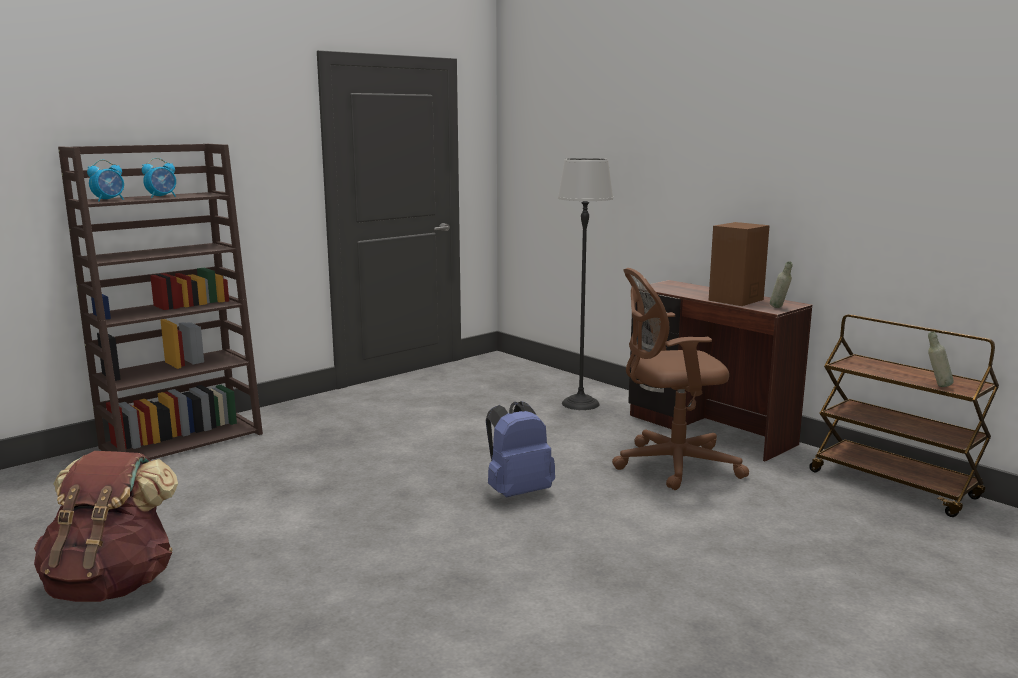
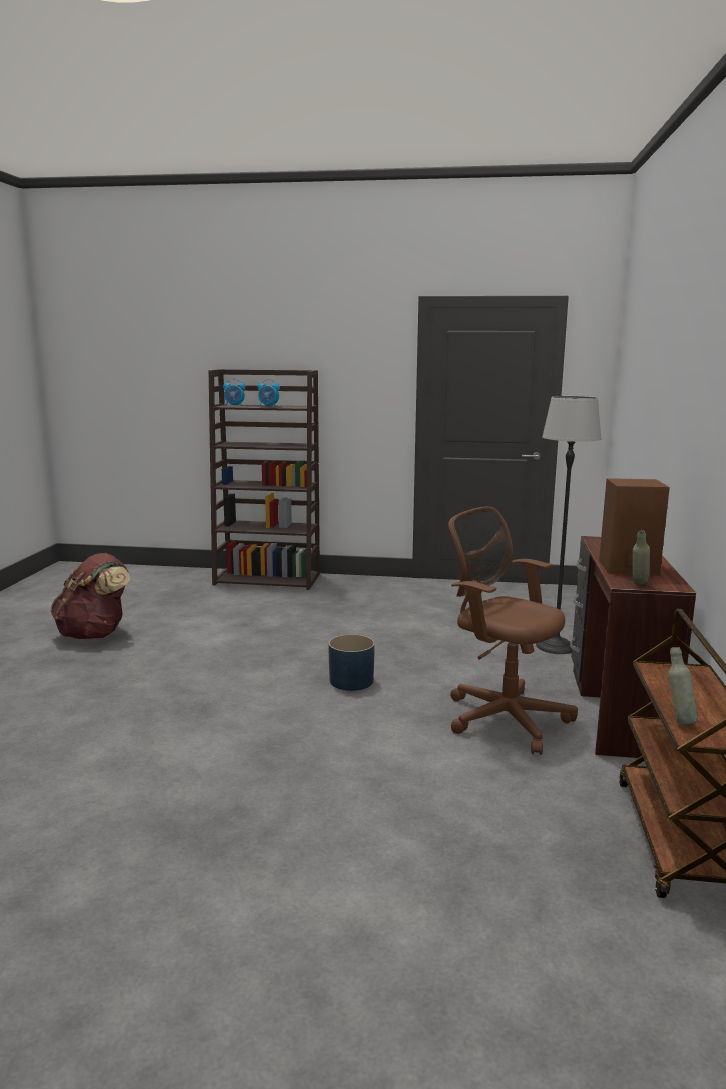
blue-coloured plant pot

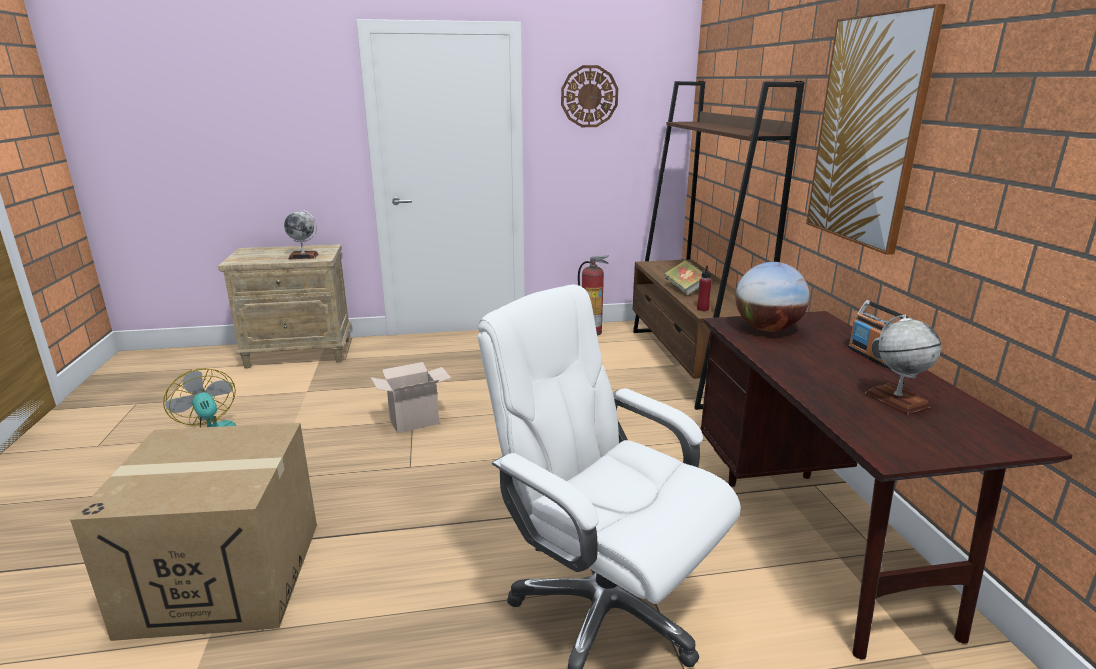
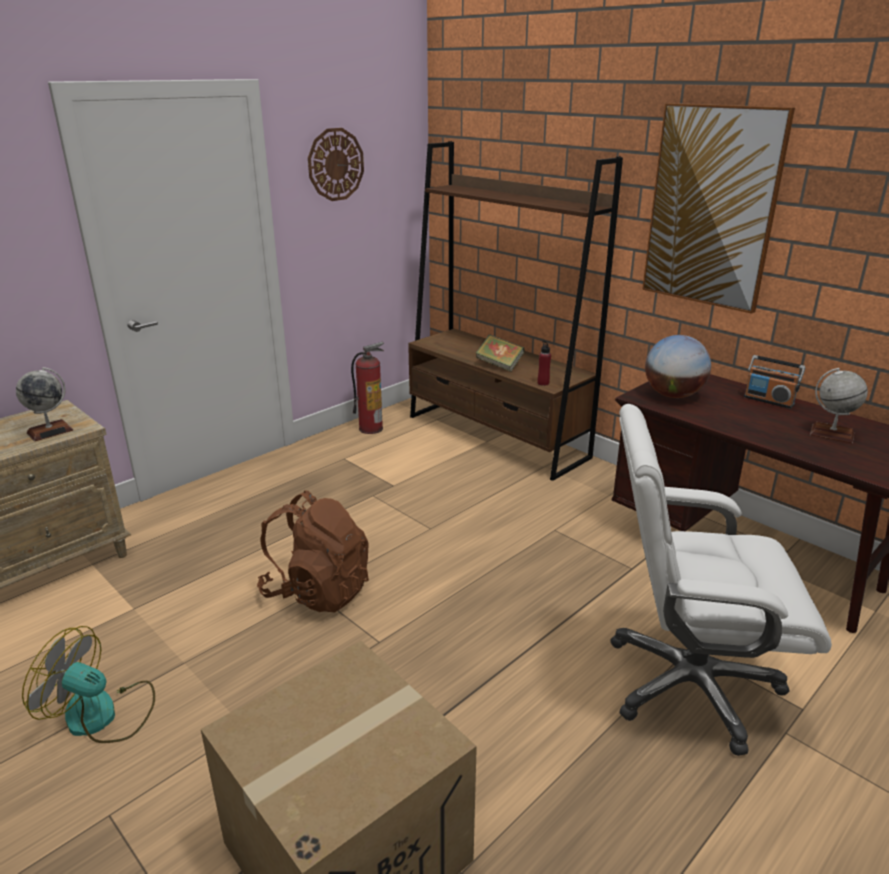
brown-coloured rucksack

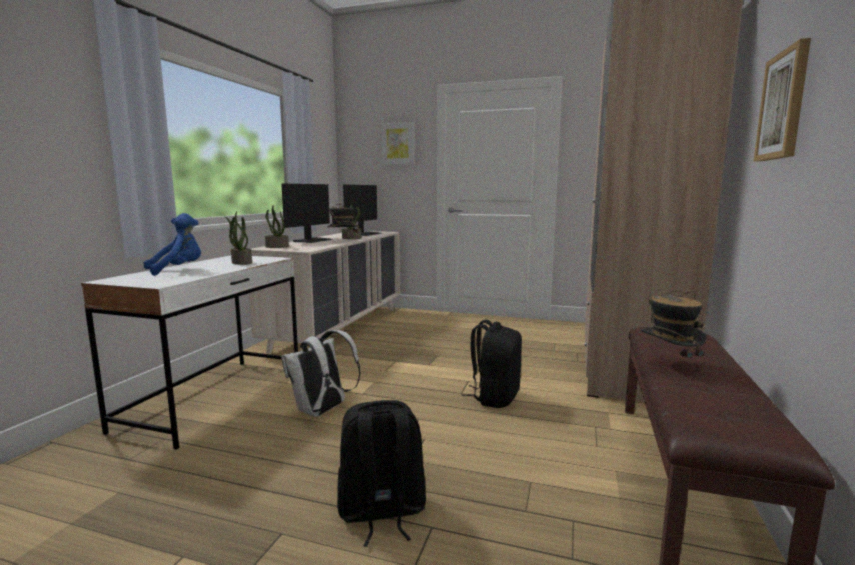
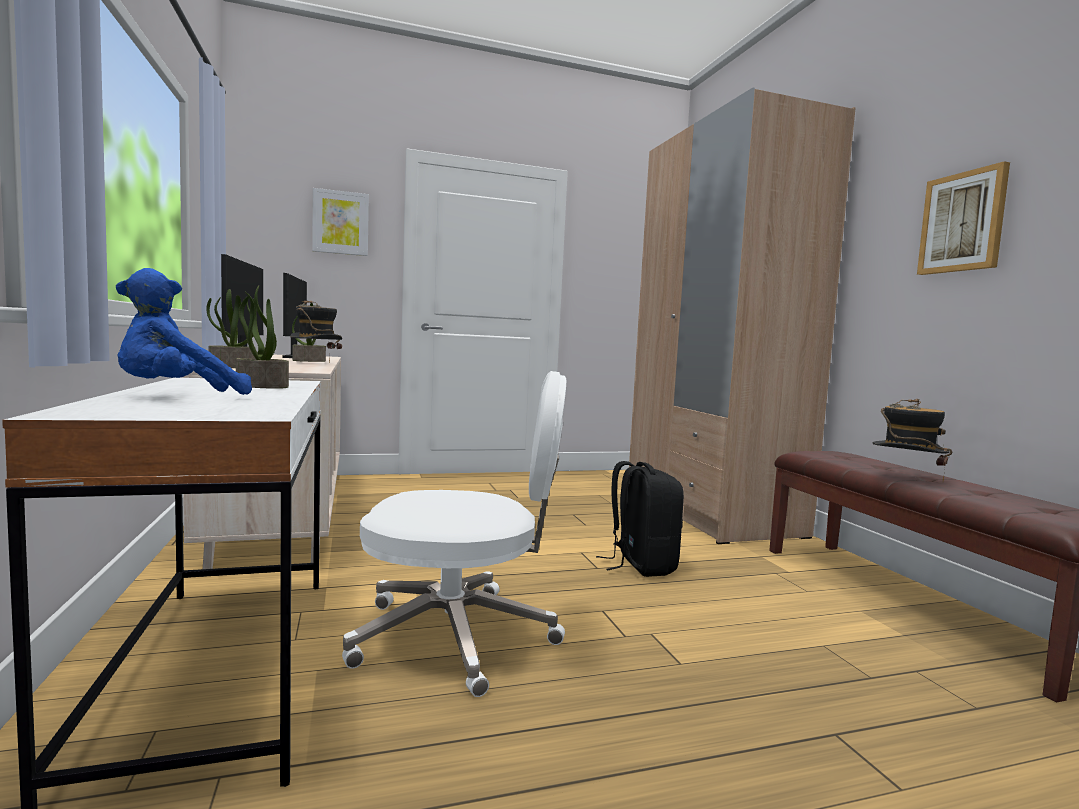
blue-coloured soft toy
white-coloured computer chair
blackish rucksack (no. 1 from left in the first image)

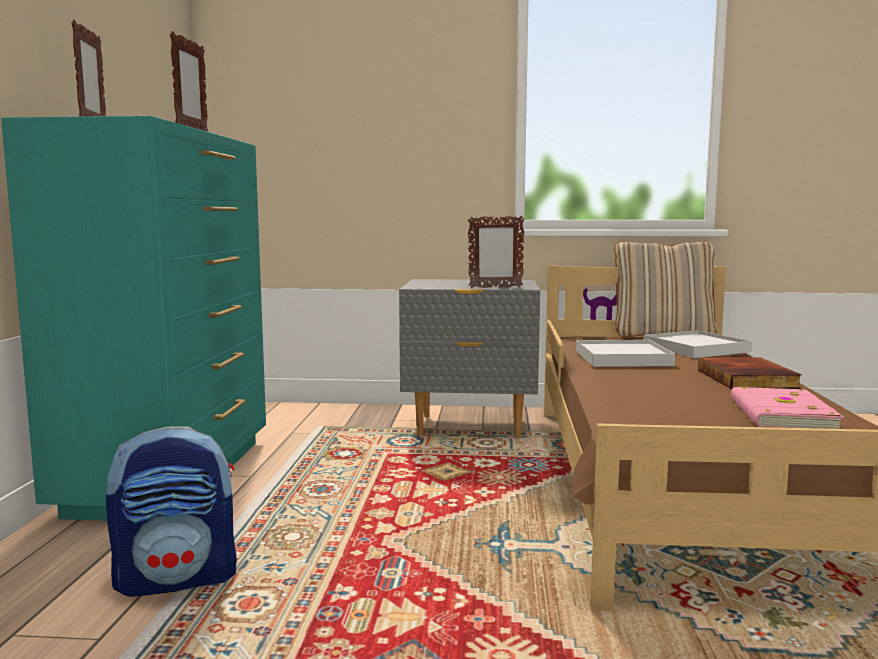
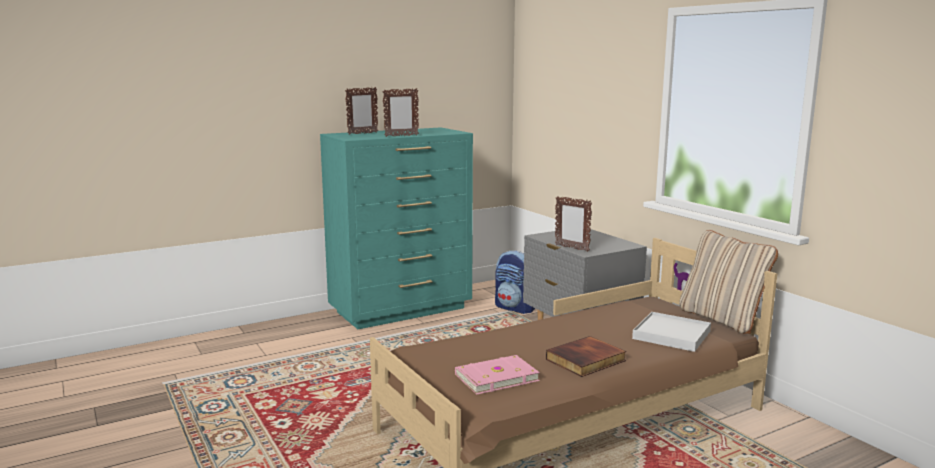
rucksack
white-coloured carrying tray (no. 1 from left in the first image)

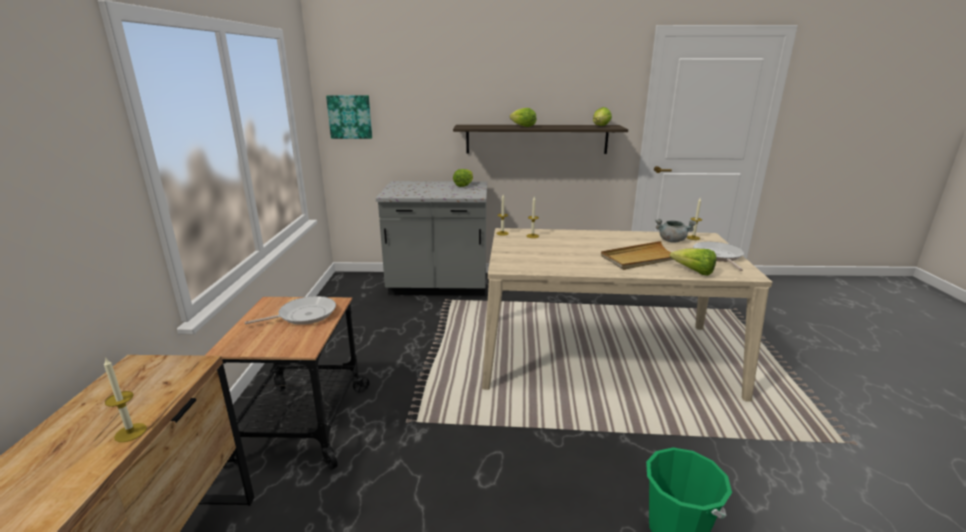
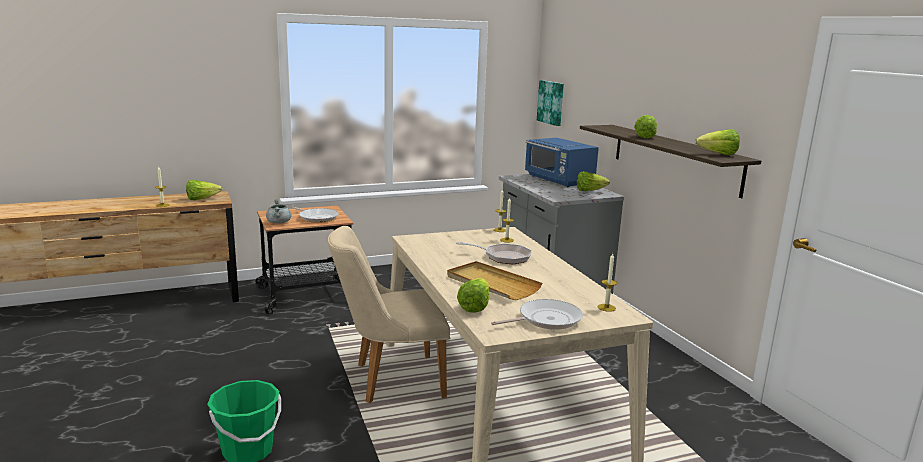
grey stockpot
lettuce (no. 1 from left)
sand-coloured plain chair
skillet (no. 2 from left)
blue-coloured kitchen microwave

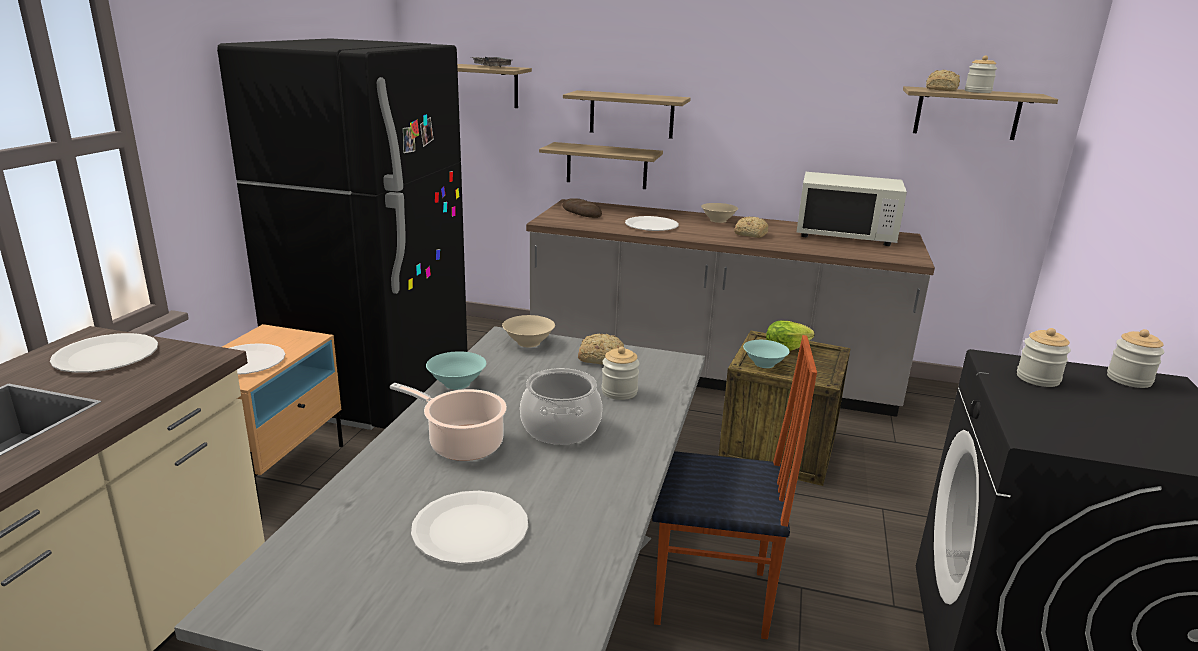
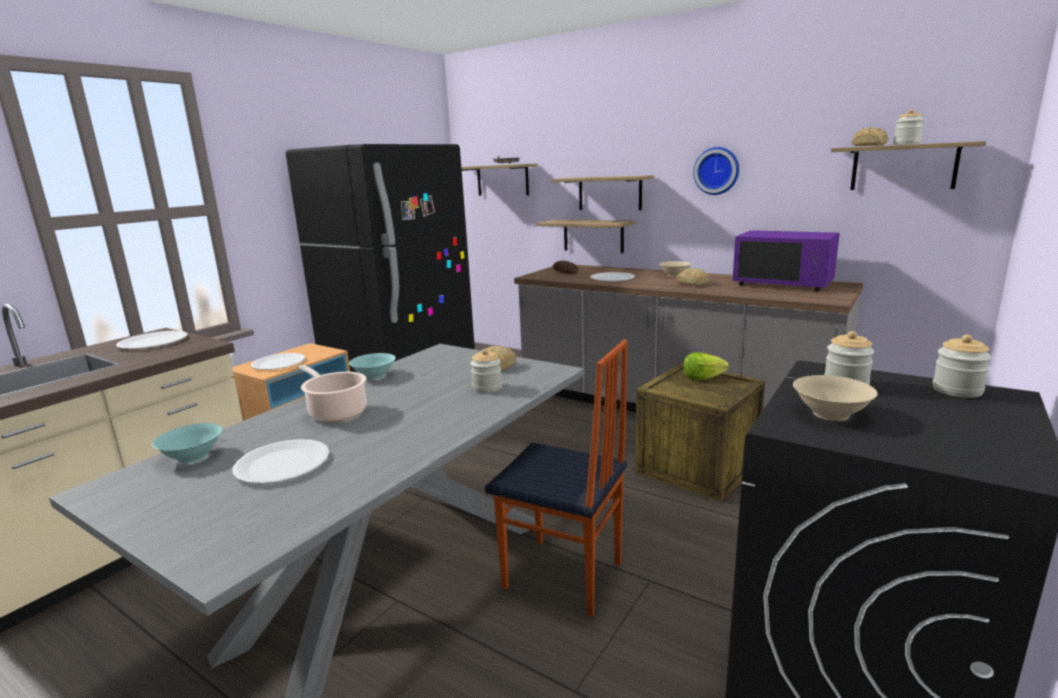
sand-coloured serving bowl (no. 2 from left)
stockpot (no. 2 from left in the first image)
turquoise serving bowl (no. 1 from left)
purple-coloured kitchen microwave
clock on the wall

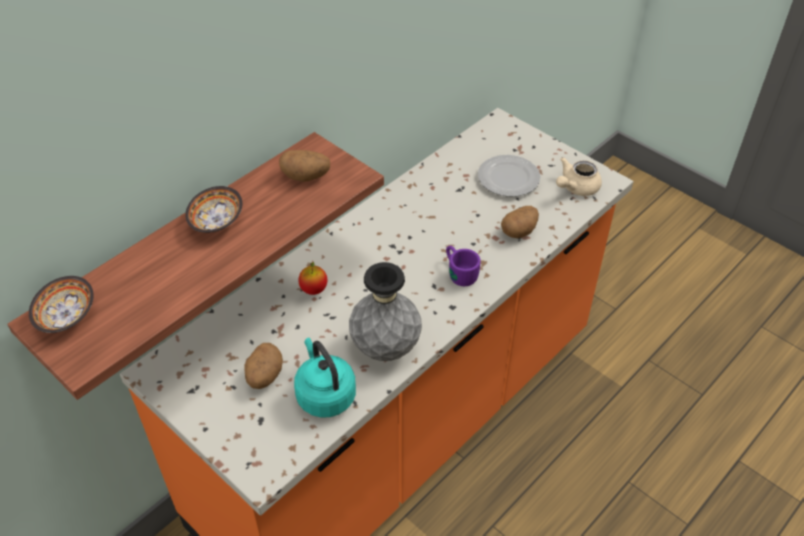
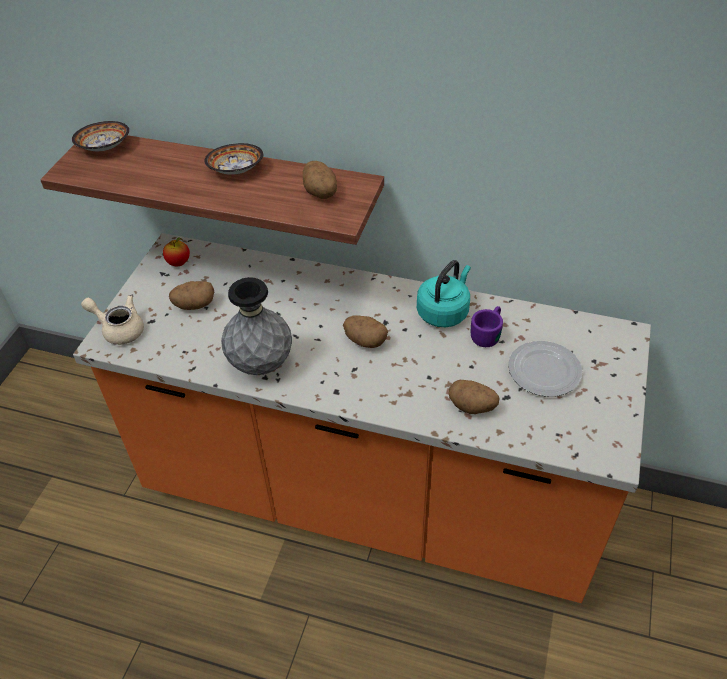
turquoise water kettle
apple
purple-coloured tea mug
sand-coloured tea pot
whole potato (no. 3 from left)

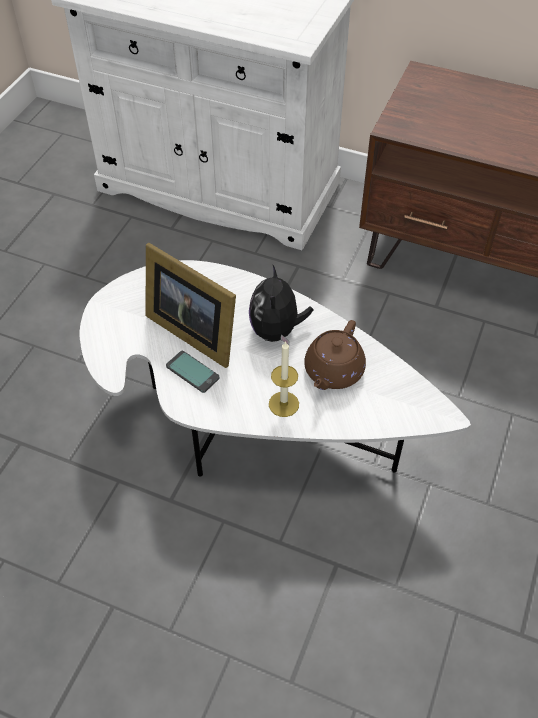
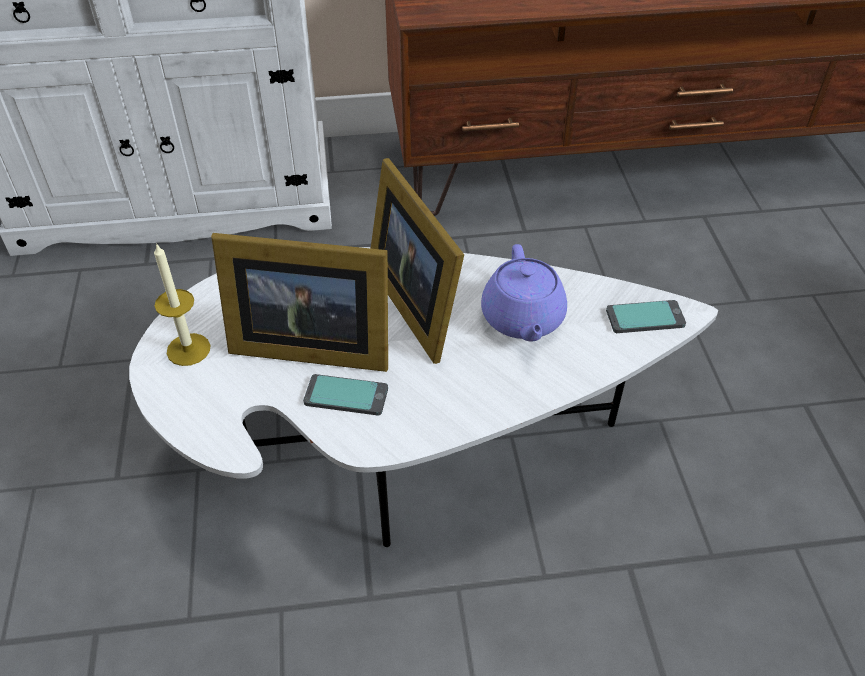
picture frame (no. 2 from left)
wax light
purple-coloured tea pot
handset (no. 2 from left)

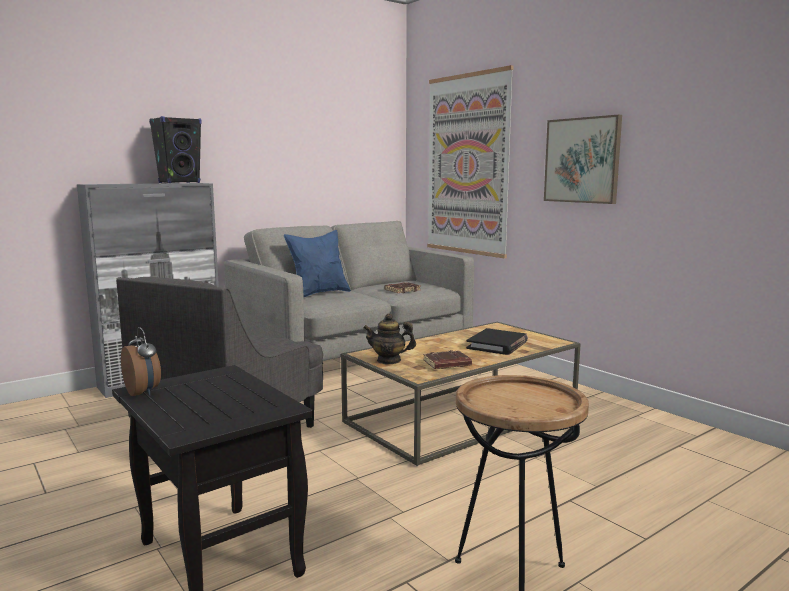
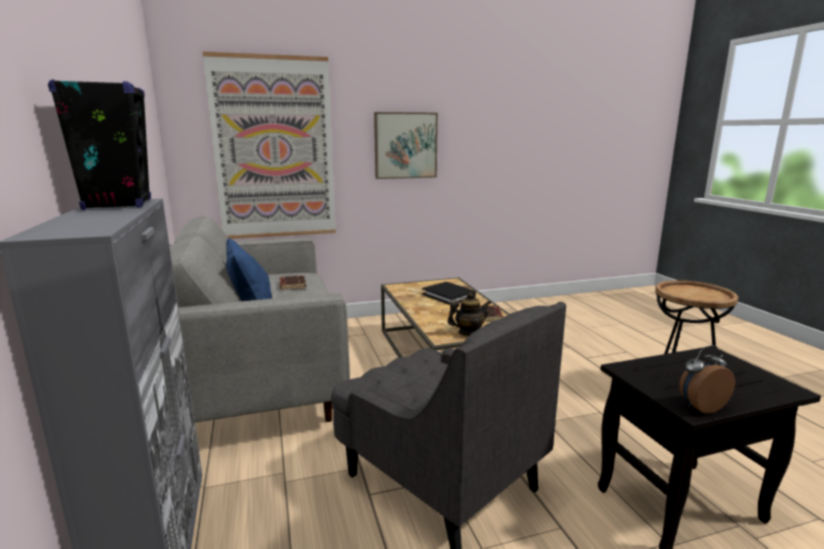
tea pot

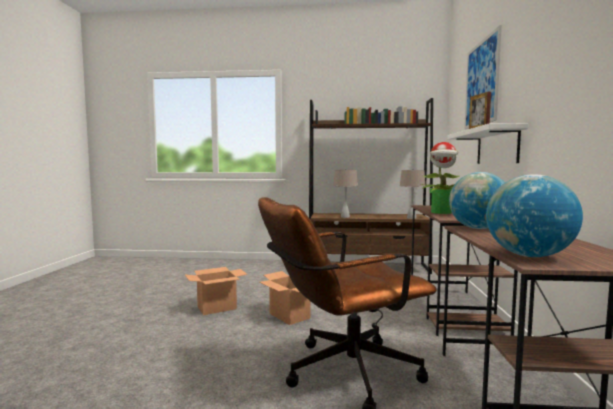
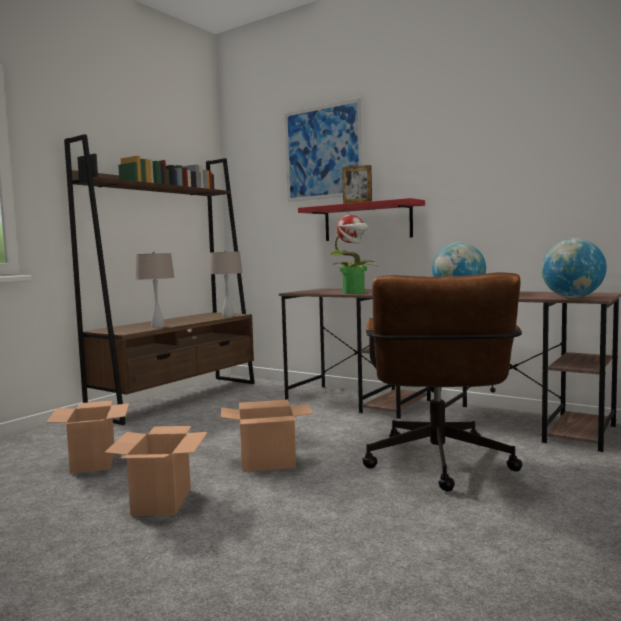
red-coloured bracket shelf
carton (no. 1 from left)

